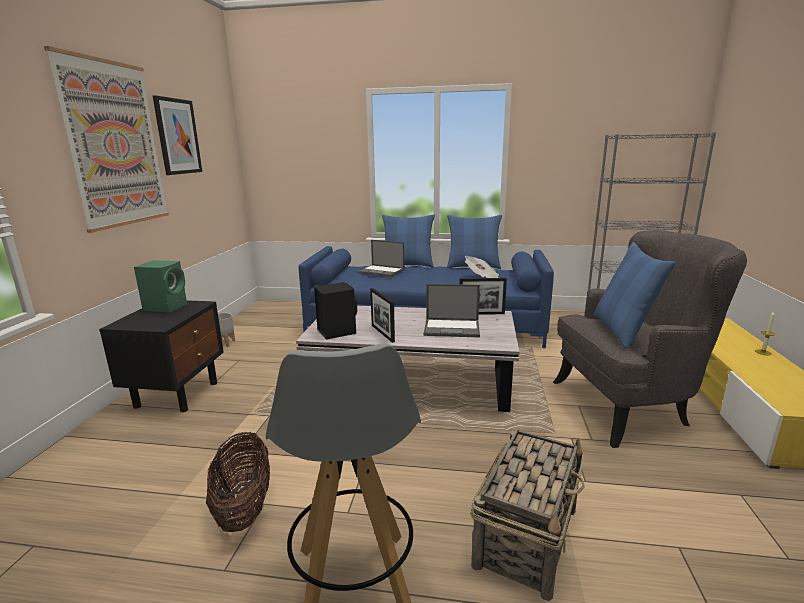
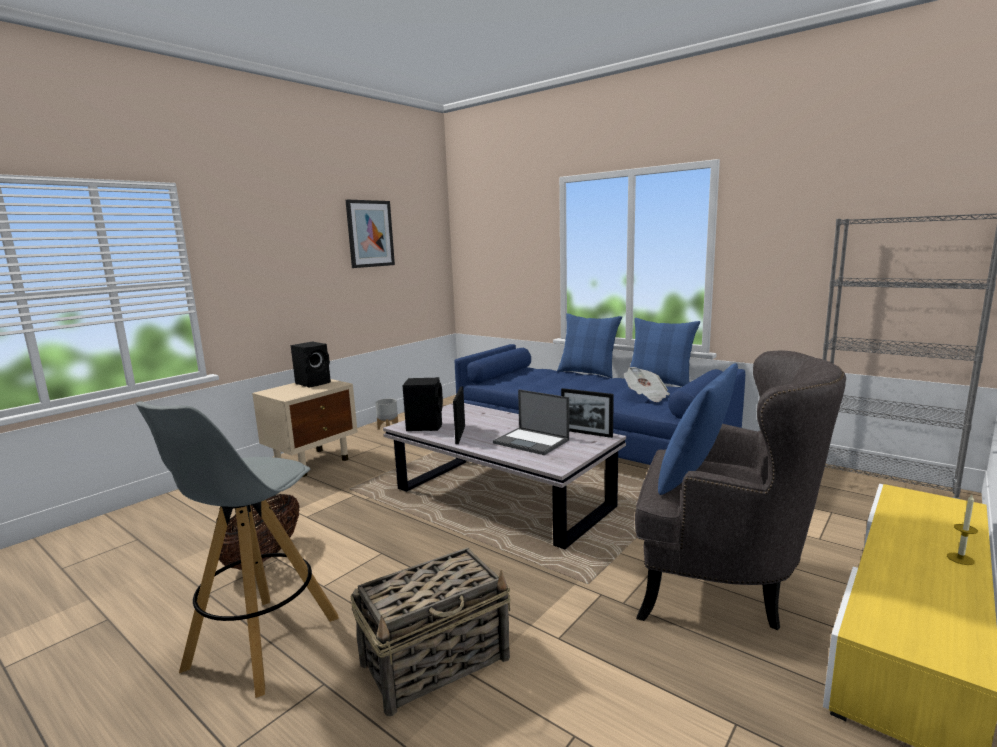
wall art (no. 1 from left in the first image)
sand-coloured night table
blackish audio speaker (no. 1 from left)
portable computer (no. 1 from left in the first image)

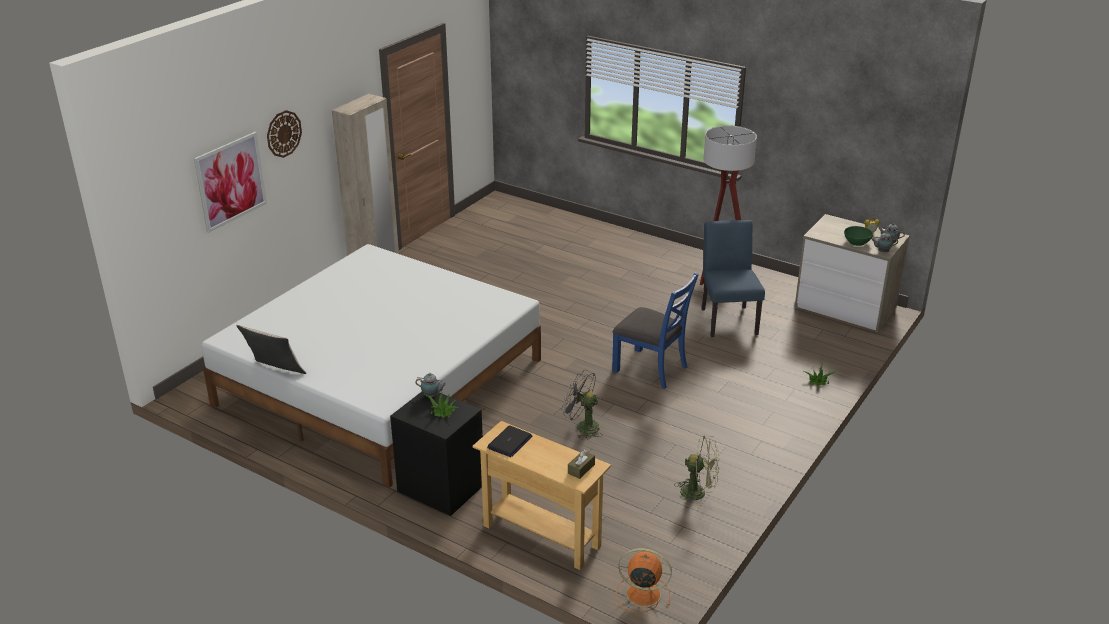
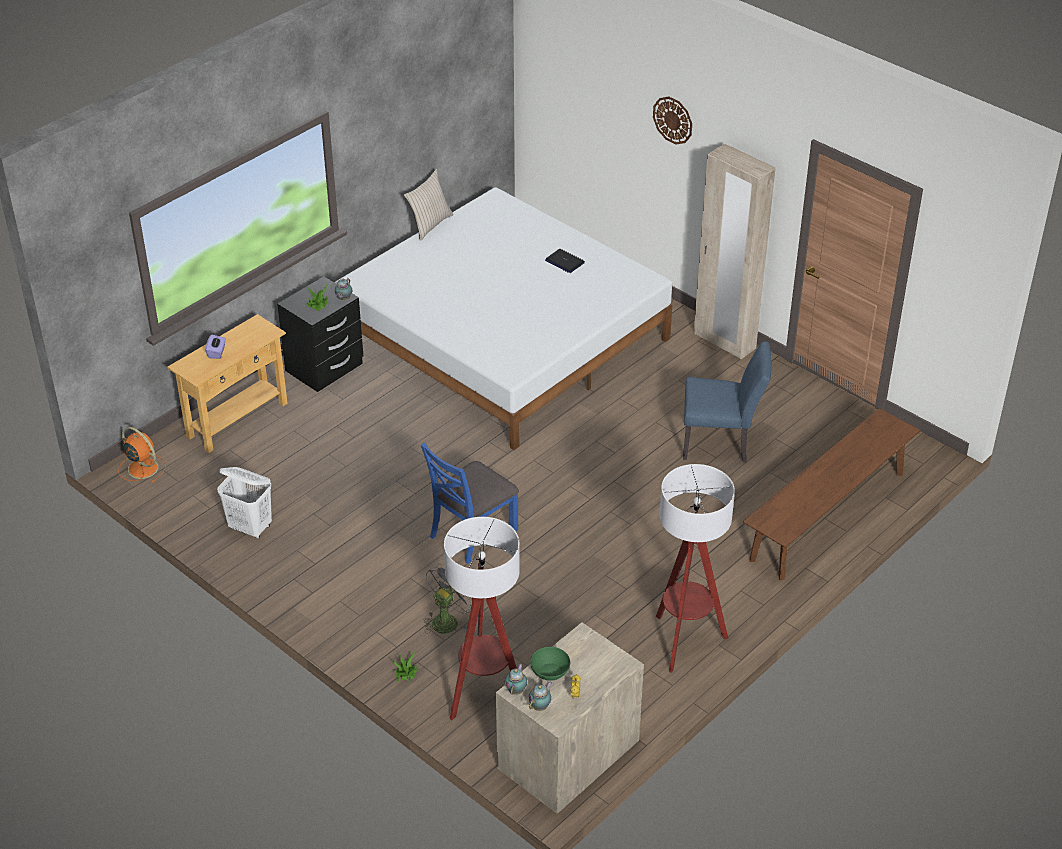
wall art
portable computer
grey cooling fan
brown-coloured box of tissues
orange-coloured cooling fan
white-coloured hamper
blue-coloured plain chair (no. 2 from left)
purple-coloured box of tissues
standard lamp (no. 1 from left)
brown-coloured bench

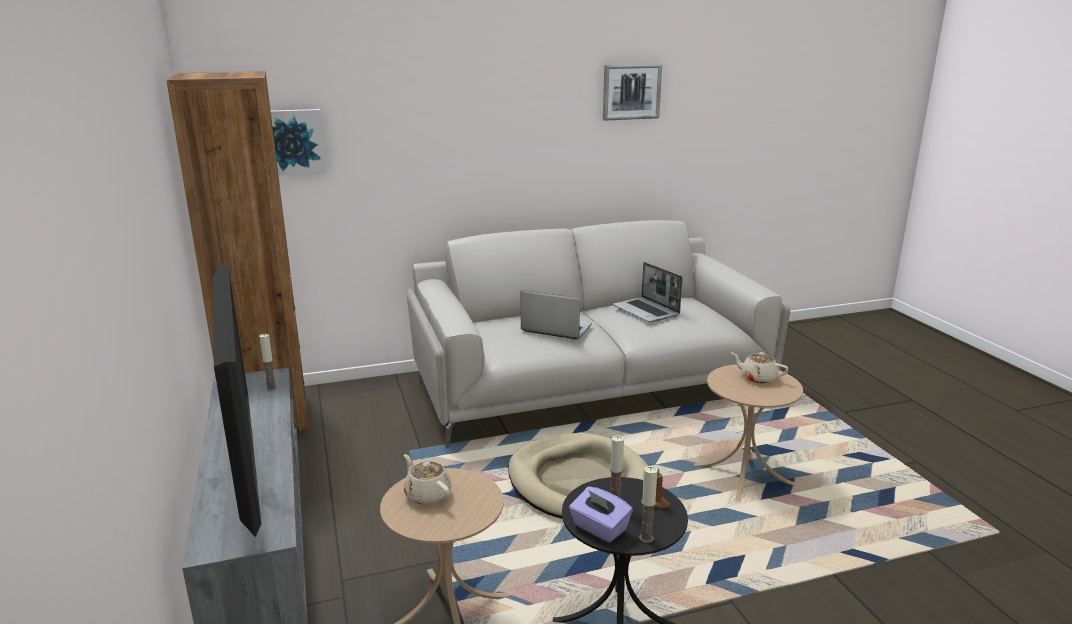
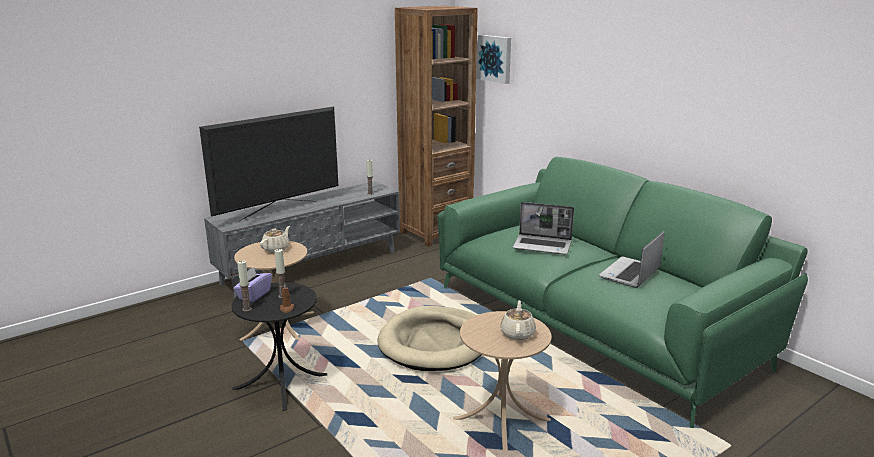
green-coloured sofa
portable computer (no. 1 from left)
wall art (no. 2 from left in the first image)

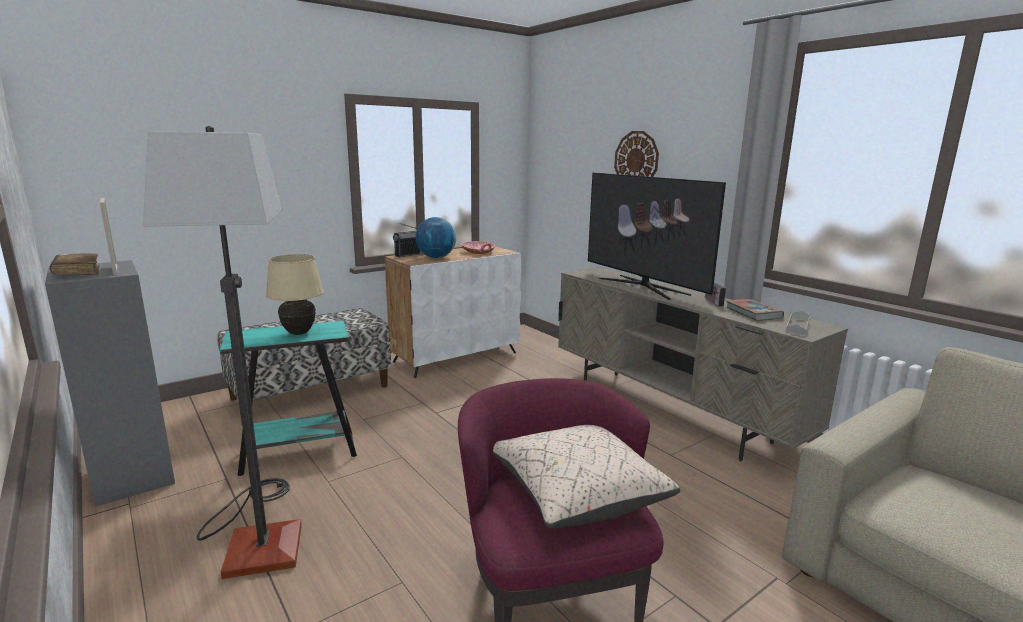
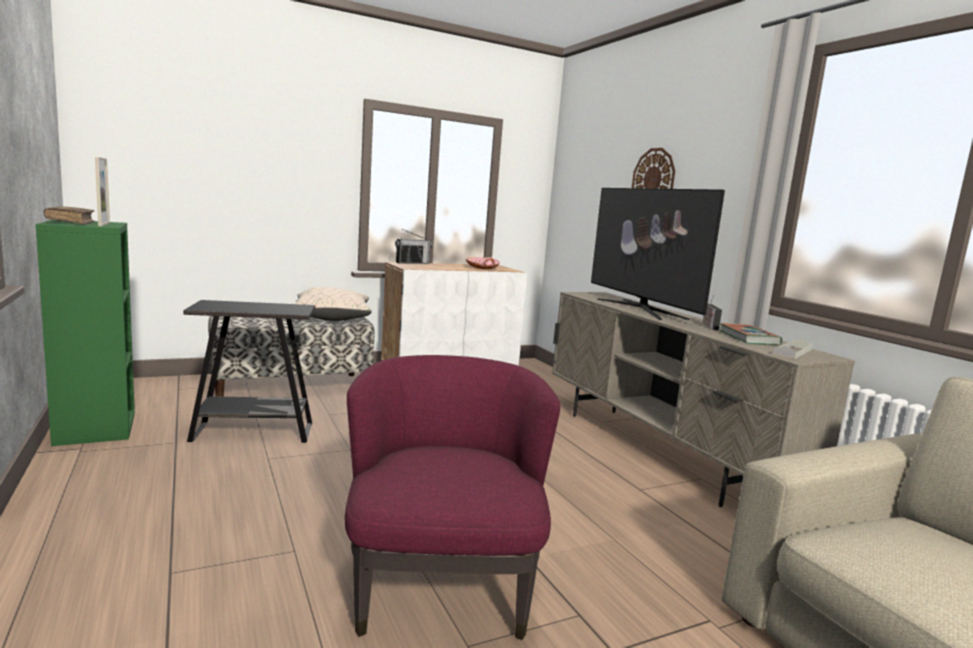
green-coloured bookcase
standard lamp
blackish side table
sand-coloured table lamp
world globe
sand-coloured cushion

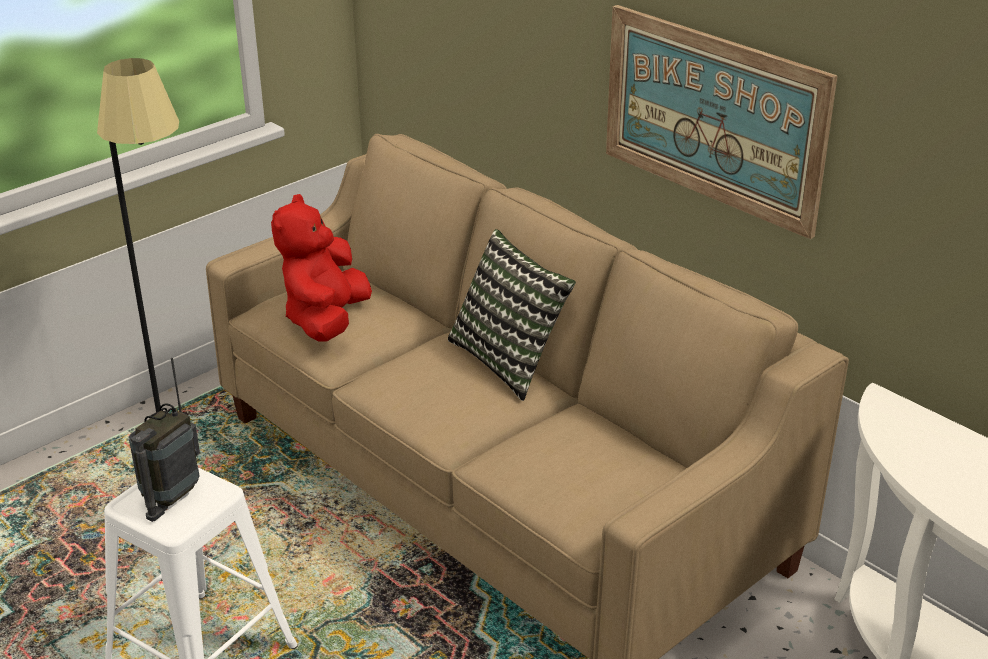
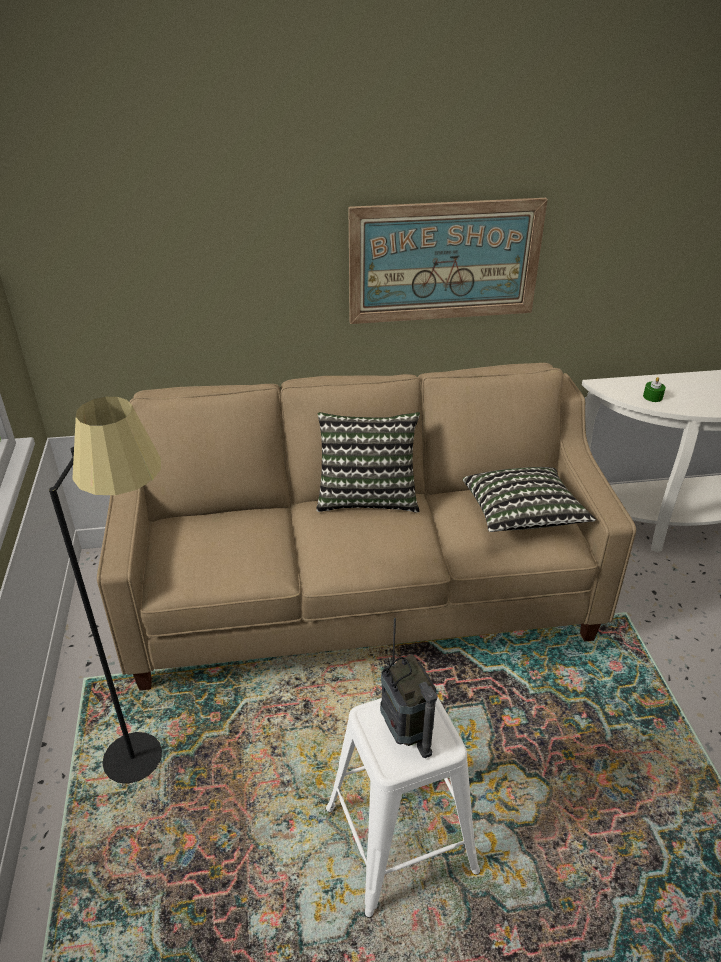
red-coloured soft toy
cushion (no. 2 from left)
green-coloured wax light

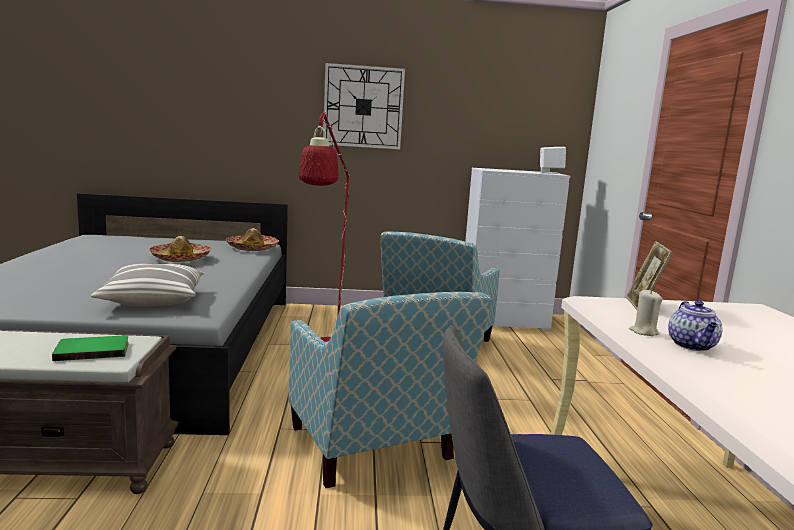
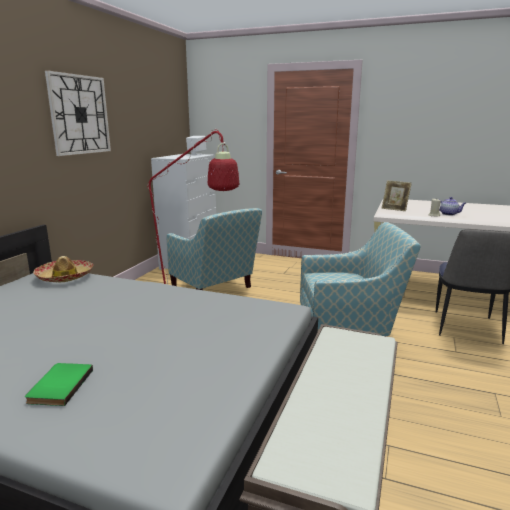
green-coloured bound book
cushion
wearable hat (no. 1 from left in the first image)

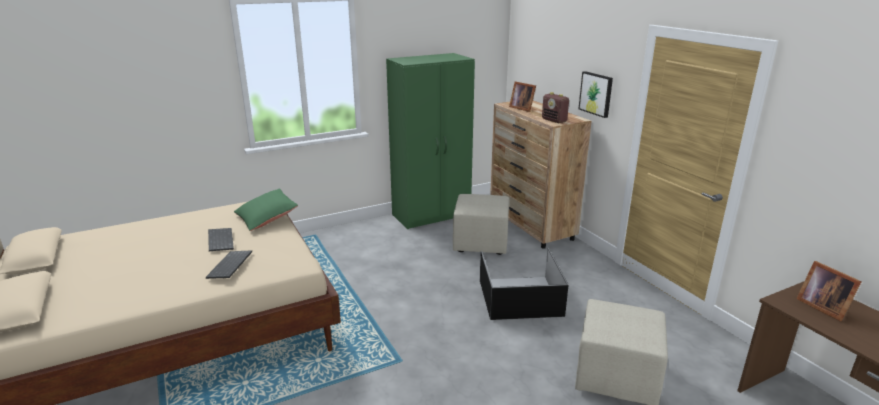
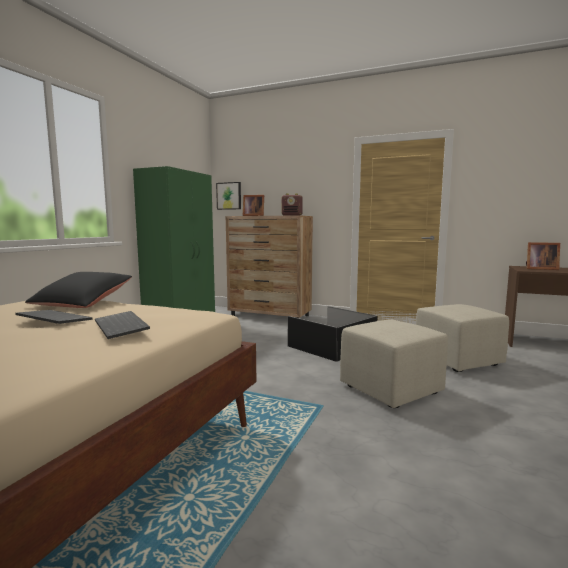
blackish cushion
sand-coloured ottoman (no. 1 from left)
wall art

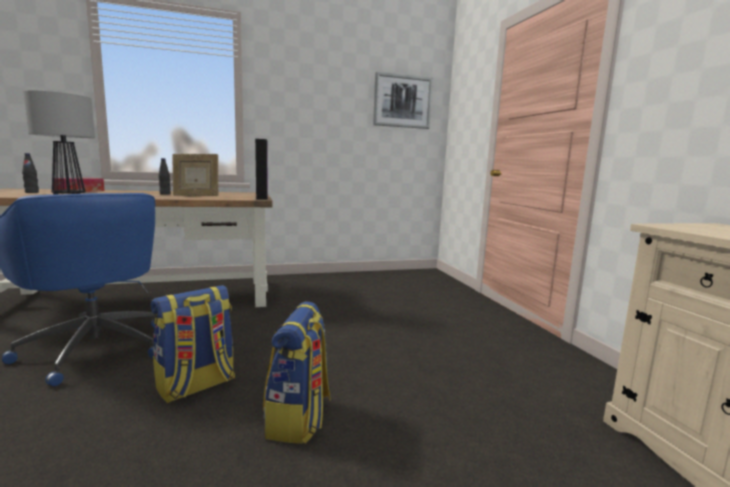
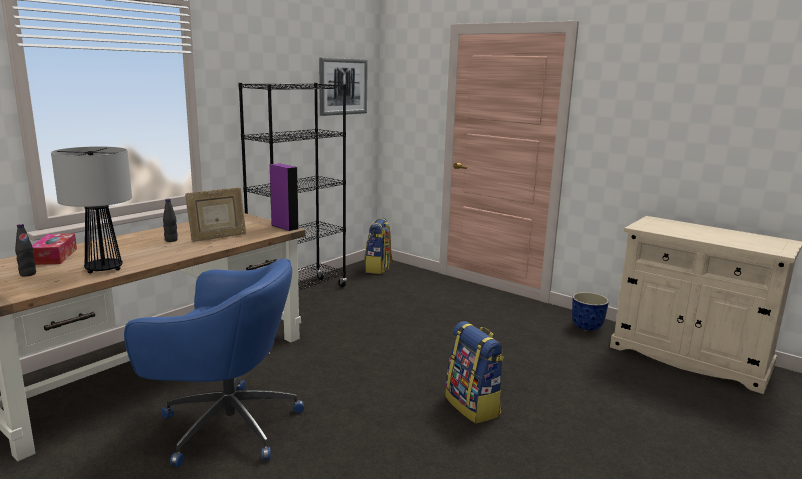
rucksack (no. 1 from left)
blackish bookcase
plant pot

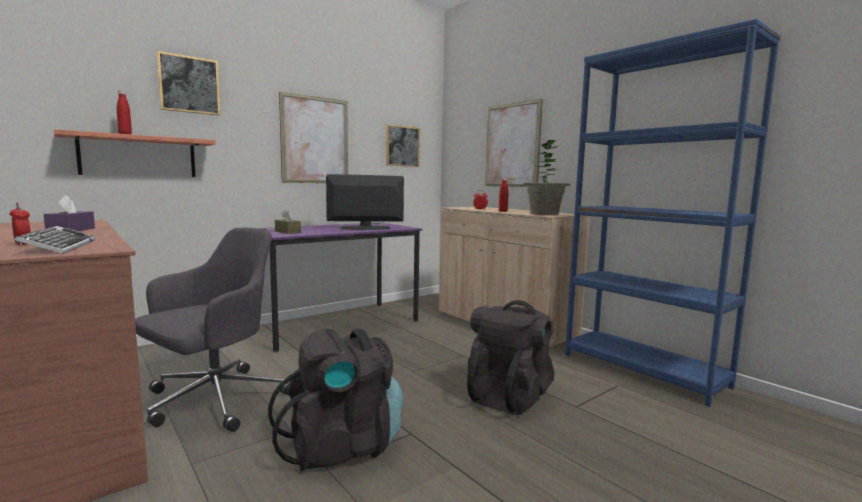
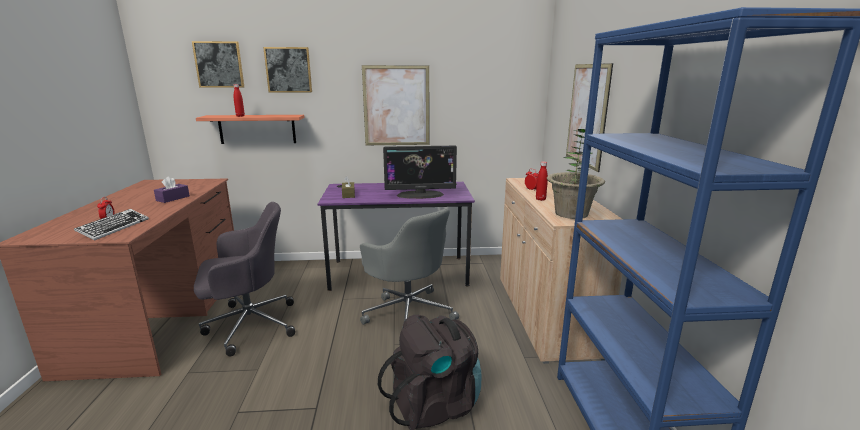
blackish rucksack (no. 1 from left in the first image)
computer screen
wall art (no. 1 from left)
grey computer chair (no. 2 from left)

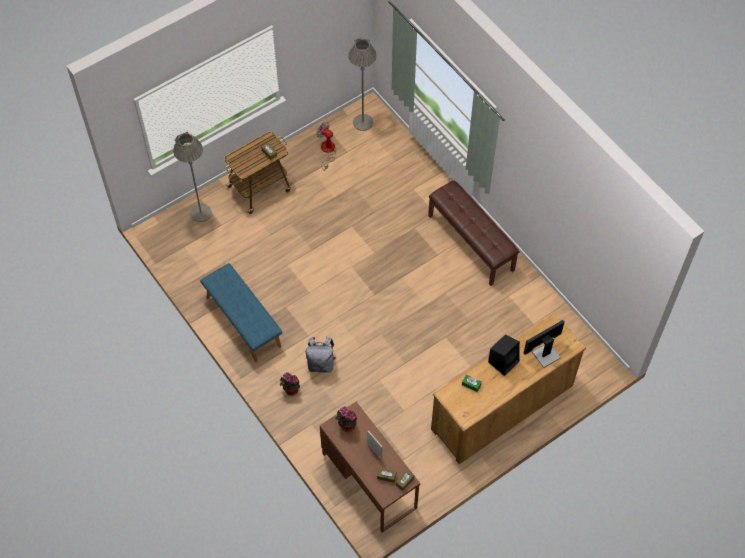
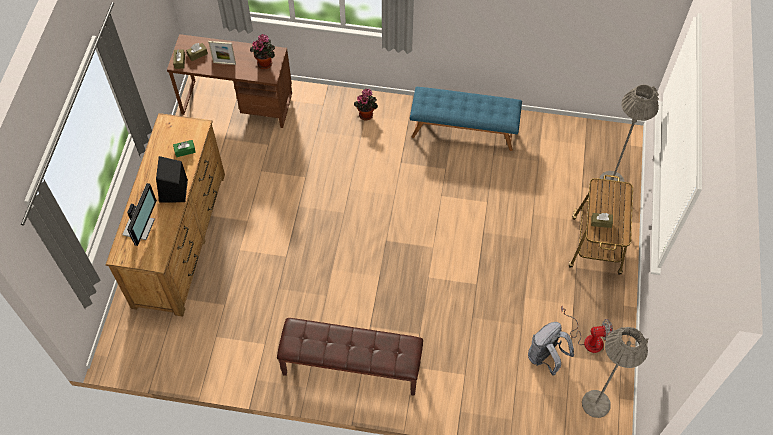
grey rucksack

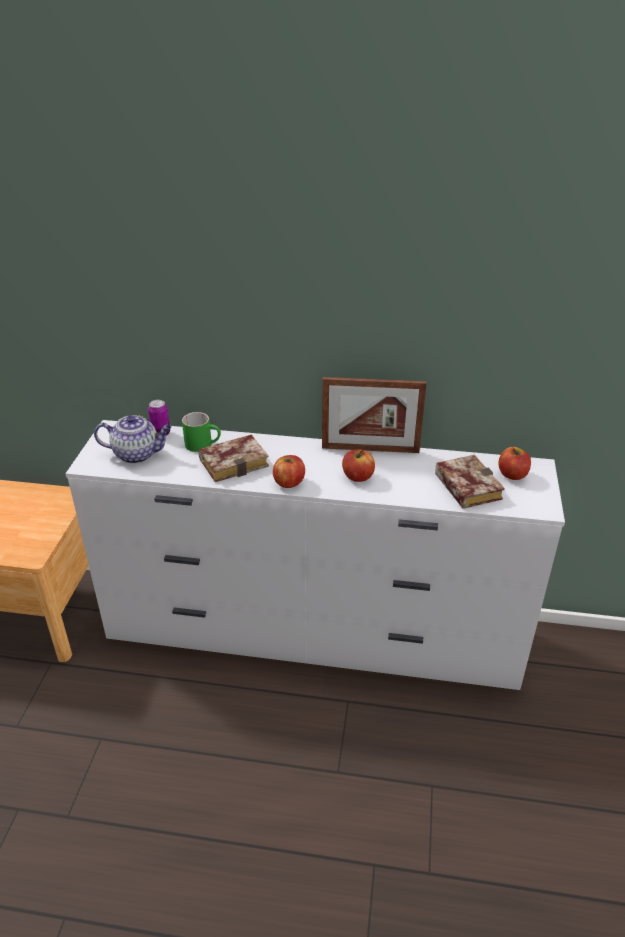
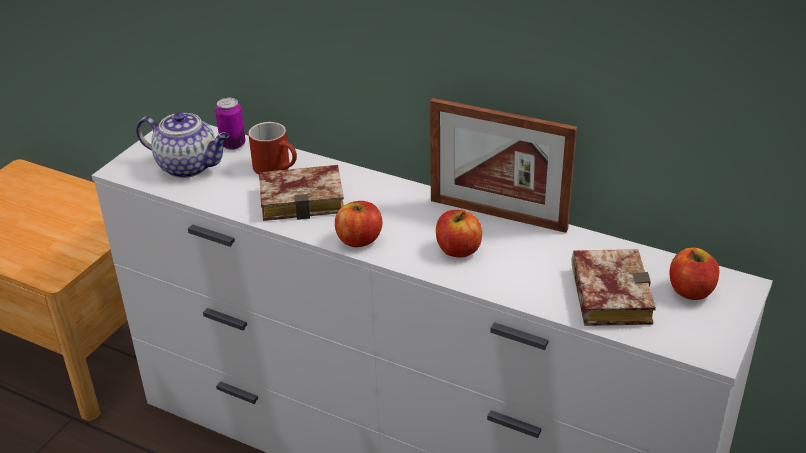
red-coloured tea mug

